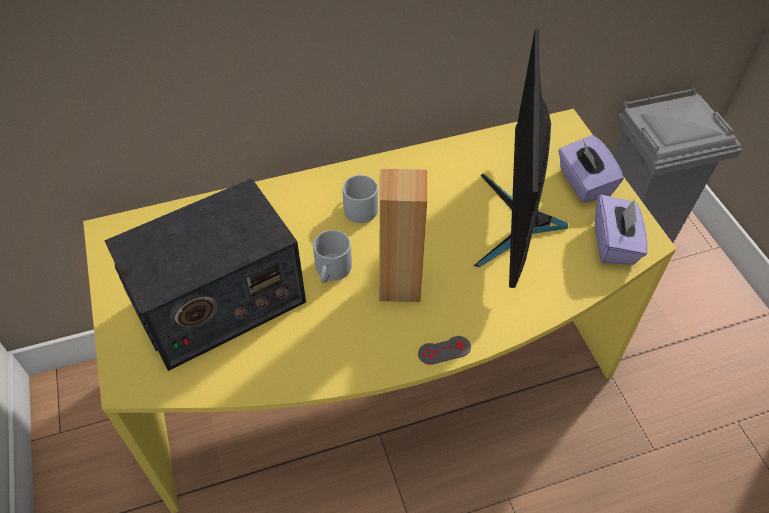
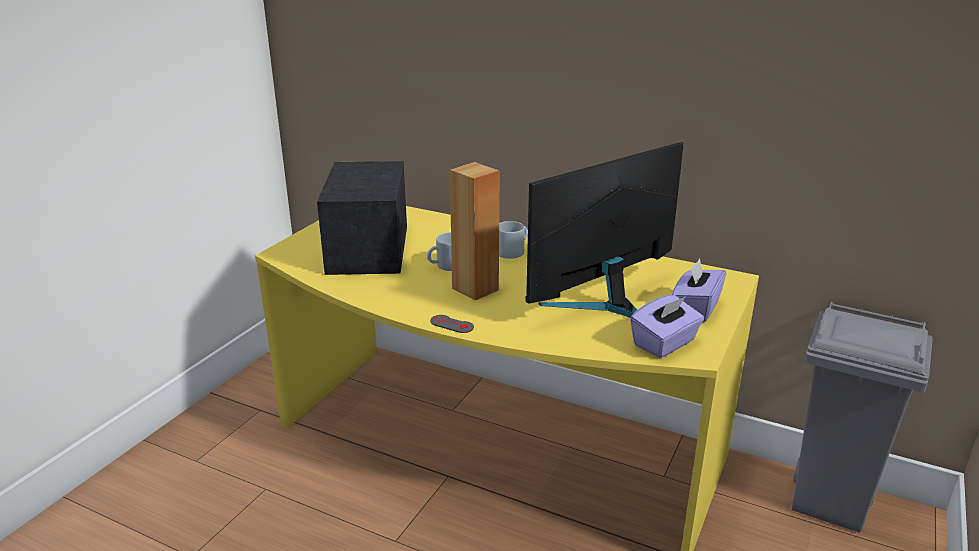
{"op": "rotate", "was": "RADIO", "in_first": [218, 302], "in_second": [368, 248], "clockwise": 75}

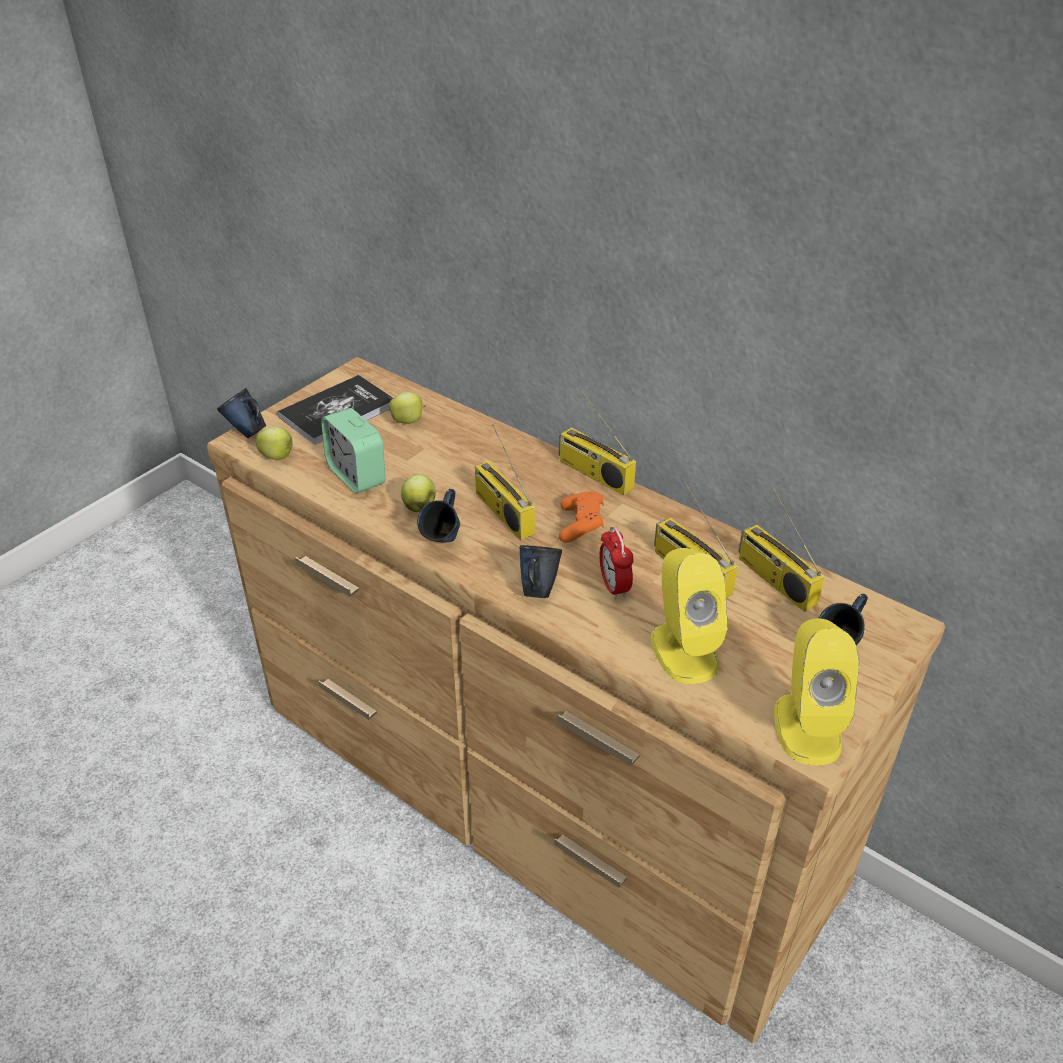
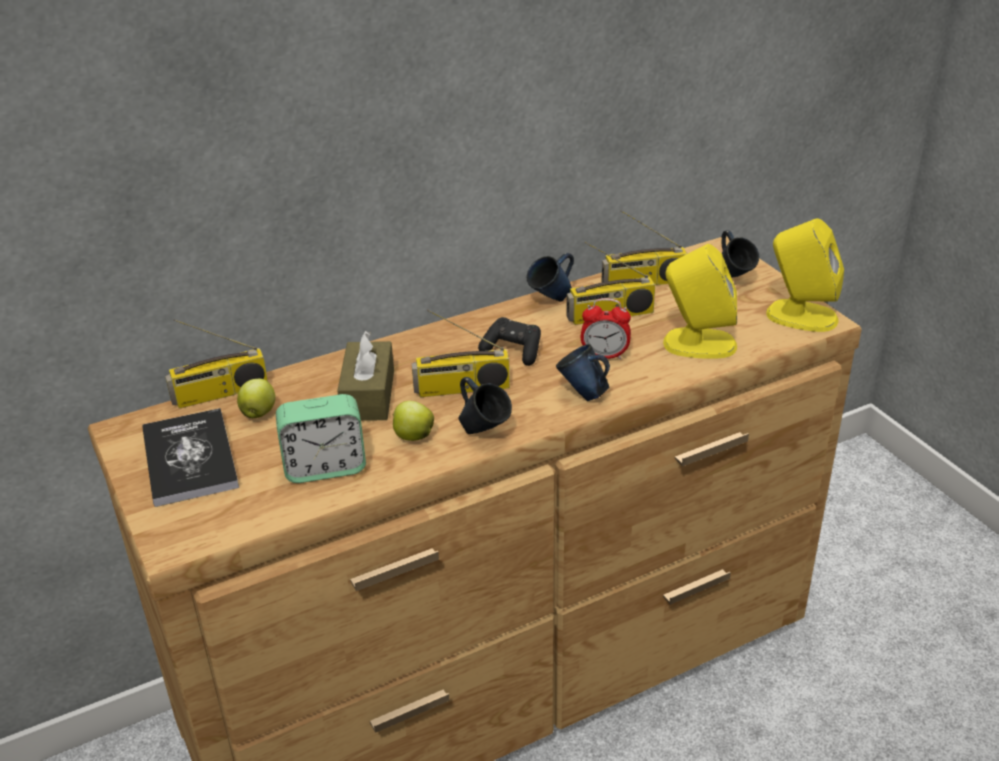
{"op": "move", "was": "BLUE MUG", "in_first": [246, 433], "in_second": [551, 301]}
{"op": "delete", "was": "APPLE", "in_first": [278, 457]}
{"op": "move", "was": "RADIO", "in_first": [593, 474], "in_second": [220, 394]}
{"op": "recolor", "was": "ORANGE GAME CONTROLLER", "now": "BLACK GAME CONTROLLER", "in_first": [581, 525], "in_second": [513, 351]}
{"op": "insert", "now": "BROWN TISSUE BOX", "in_second": [368, 395]}

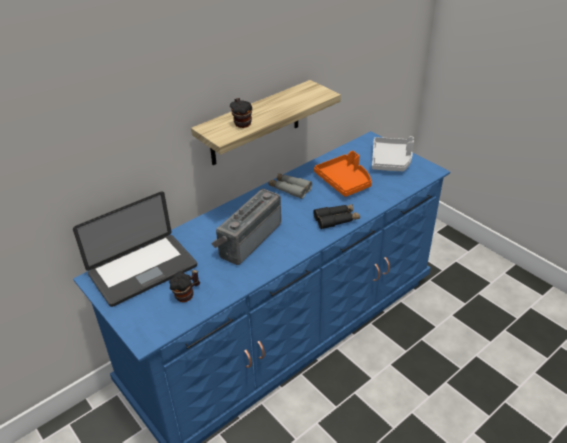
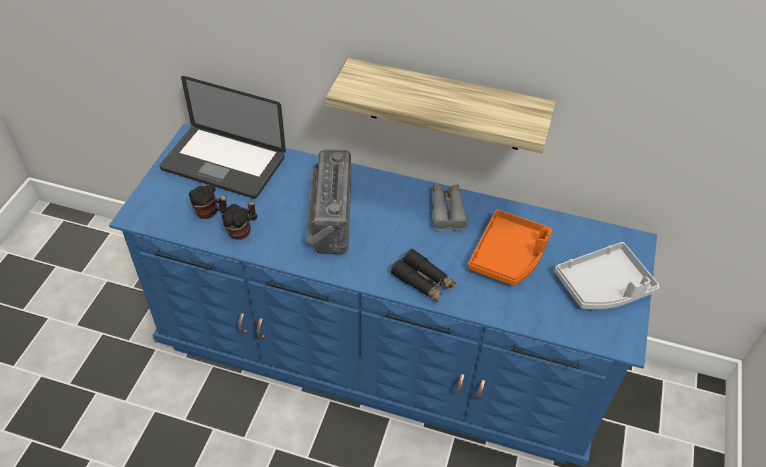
{"op": "rotate", "was": "RADIO", "in_first": [247, 239], "in_second": [328, 217], "clockwise": -90}
{"op": "move", "was": "MUG", "in_first": [242, 122], "in_second": [242, 230]}

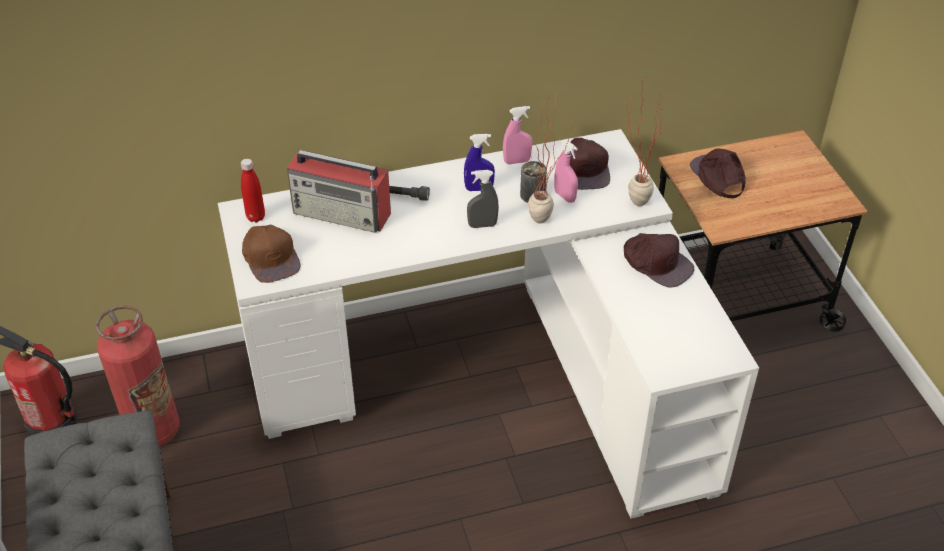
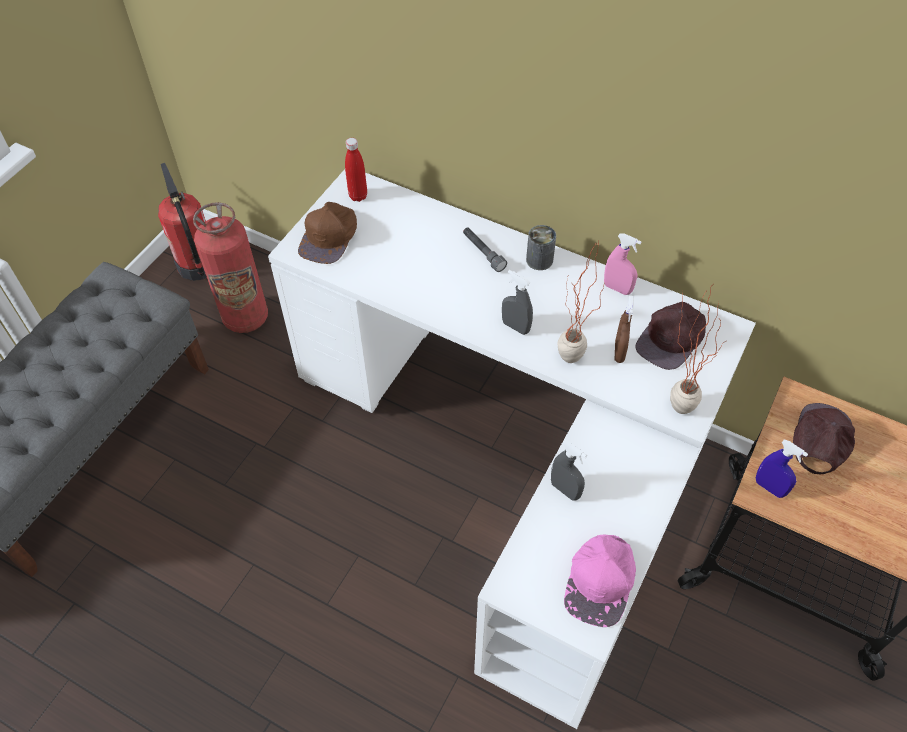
{"op": "delete", "was": "RADIO", "in_first": [342, 213]}
{"op": "move", "was": "BLUE SPRAY BOTTLE", "in_first": [479, 189], "in_second": [769, 488]}
{"op": "move", "was": "CAN", "in_first": [532, 195], "in_second": [539, 260]}
{"op": "recolor", "was": "PINK SPRAY BOTTLE", "now": "BROWN SPRAY BOTTLE", "in_first": [565, 196], "in_second": [619, 352]}
{"op": "delete", "was": "BROWN CAP", "in_first": [657, 262]}
{"op": "insert", "now": "GREY SPRAY BOTTLE", "in_second": [565, 490]}
{"op": "insert", "now": "PINK CAP", "in_second": [601, 581]}

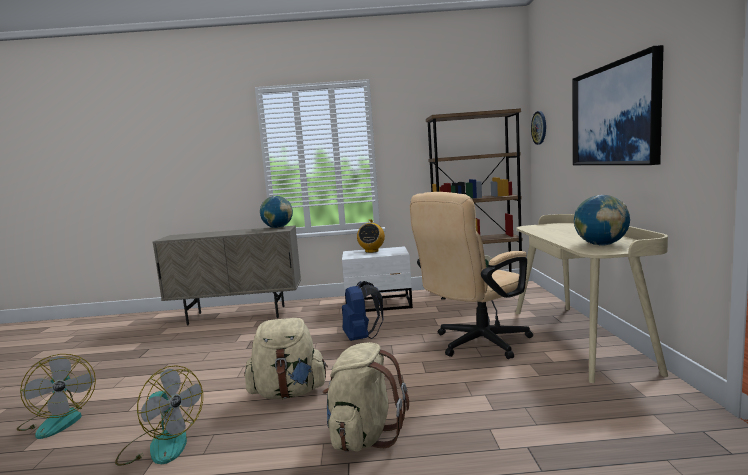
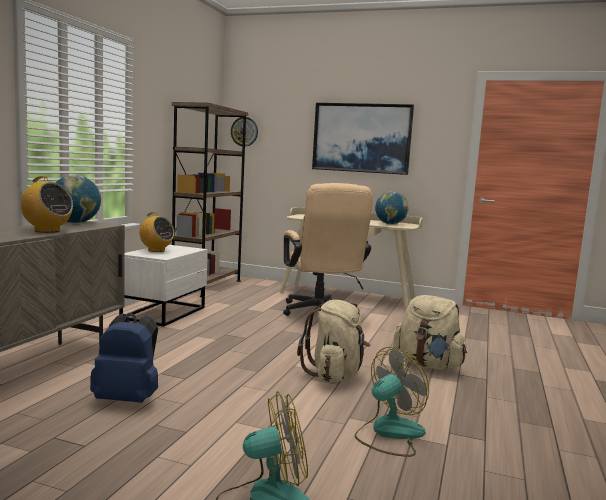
{"op": "move", "was": "BLUE BACKPACK", "in_first": [361, 338], "in_second": [128, 399]}
{"op": "insert", "now": "RADIO", "in_second": [47, 231]}

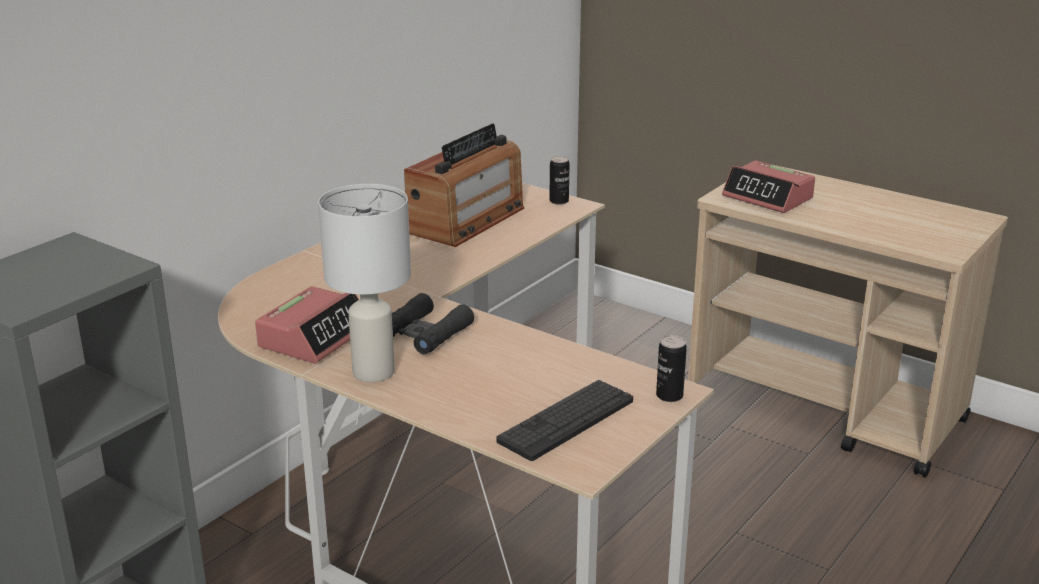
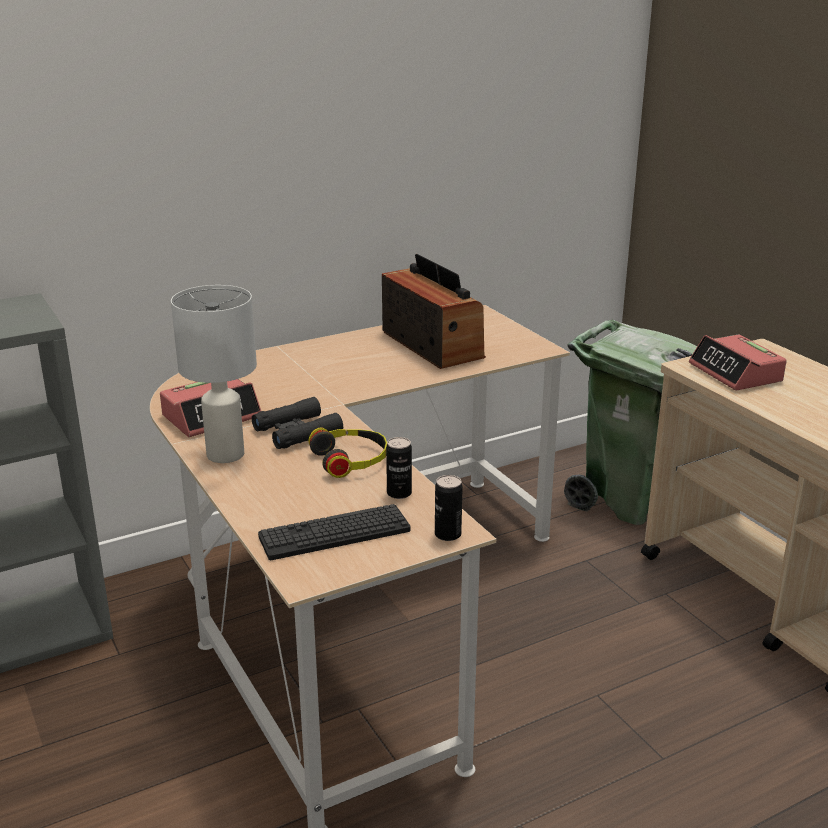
{"op": "rotate", "was": "RADIO", "in_first": [467, 220], "in_second": [432, 345], "clockwise": -90}
{"op": "move", "was": "CAN", "in_first": [559, 201], "in_second": [399, 493]}
{"op": "insert", "now": "HEADPHONES", "in_second": [351, 459]}
{"op": "insert", "now": "GREEN TRASH CAN", "in_second": [626, 501]}

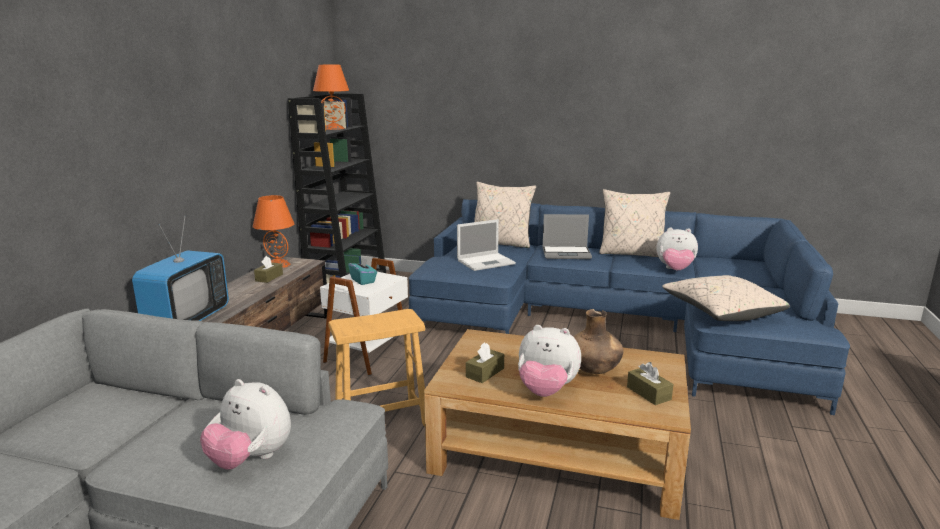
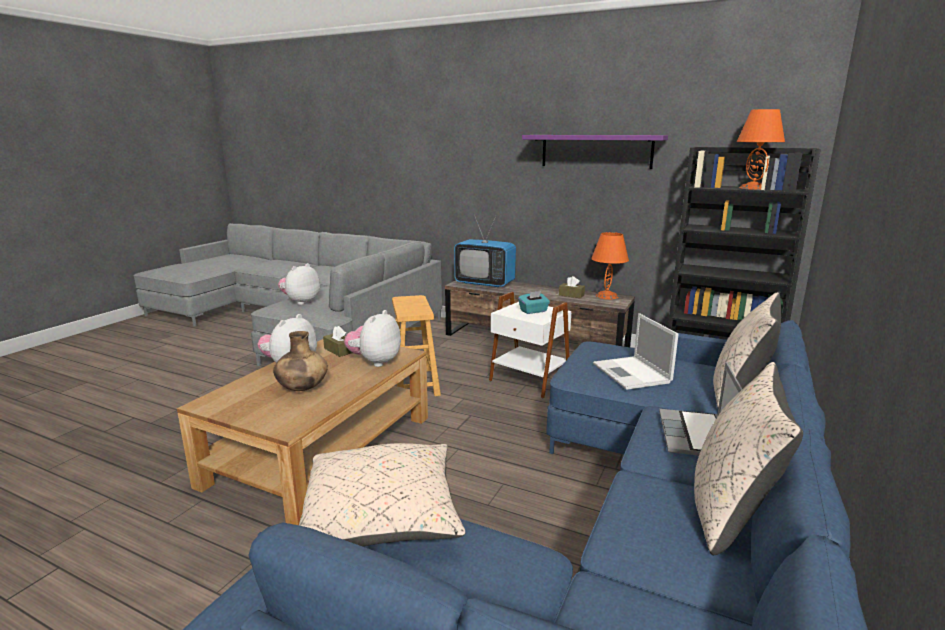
{"op": "delete", "was": "BROWN TISSUE BOX", "in_first": [648, 393]}
{"op": "move", "was": "PLUSH TOY", "in_first": [675, 270], "in_second": [375, 362]}
{"op": "insert", "now": "PURPLE SHELF", "in_second": [596, 151]}

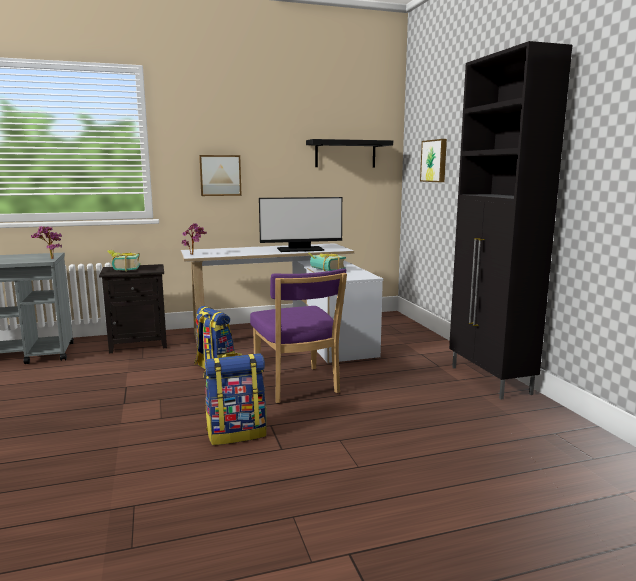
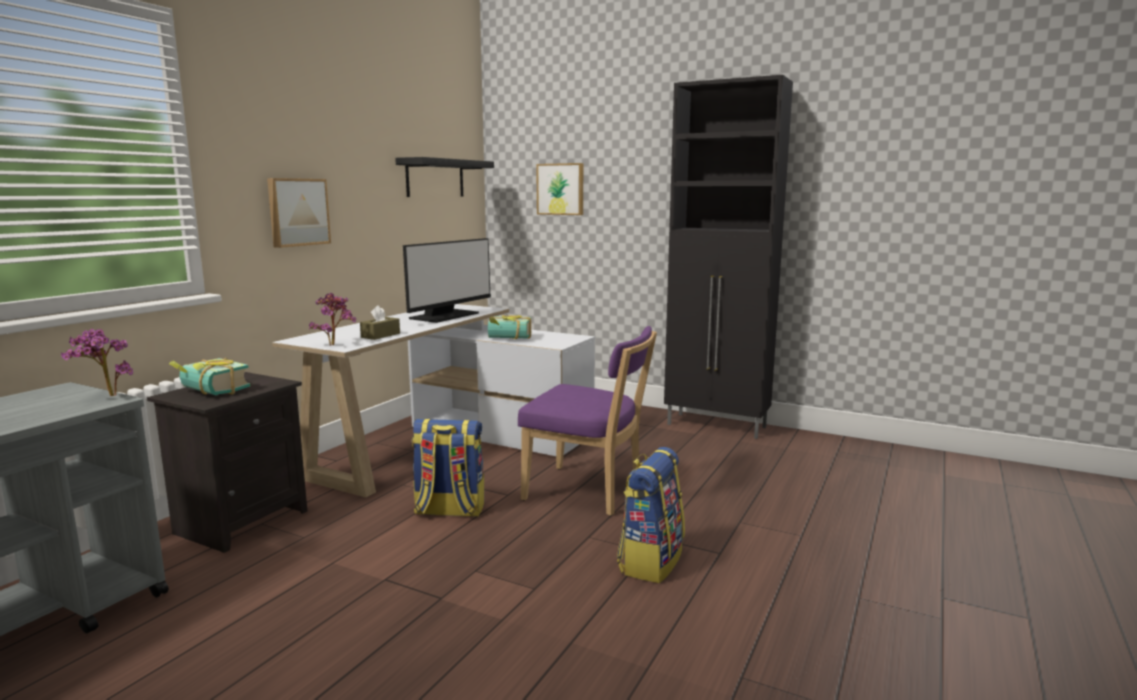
{"op": "insert", "now": "BROWN TISSUE BOX", "in_second": [380, 335]}

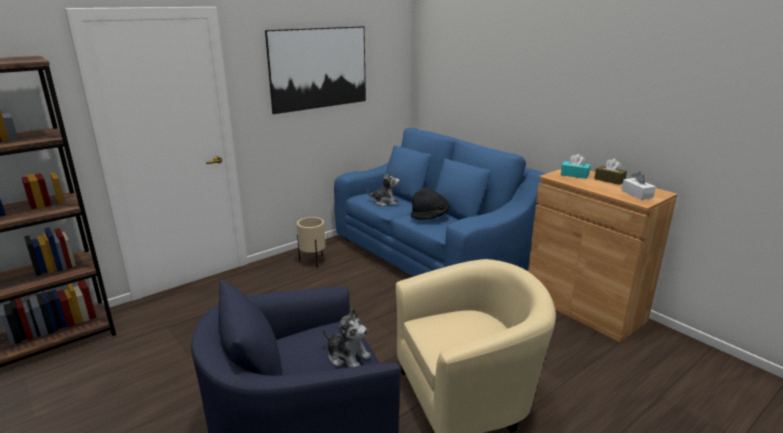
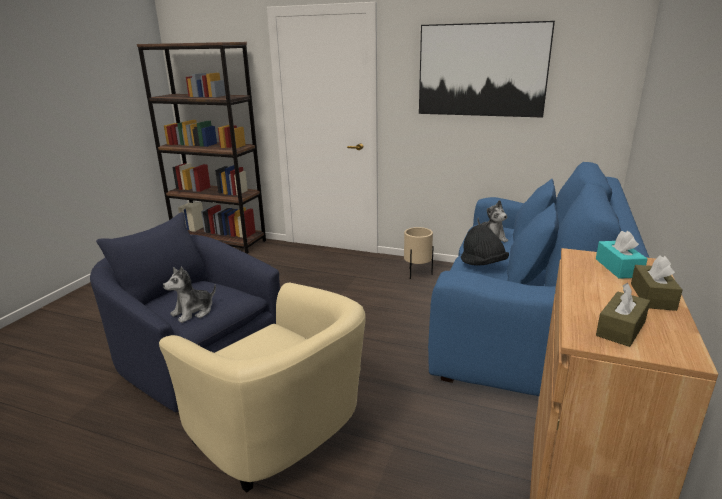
{"op": "rotate", "was": "PLUSH TOY", "in_first": [347, 356], "in_second": [193, 312], "clockwise": 45}
{"op": "recolor", "was": "WHITE TISSUE BOX", "now": "BROWN TISSUE BOX", "in_first": [637, 194], "in_second": [620, 328]}

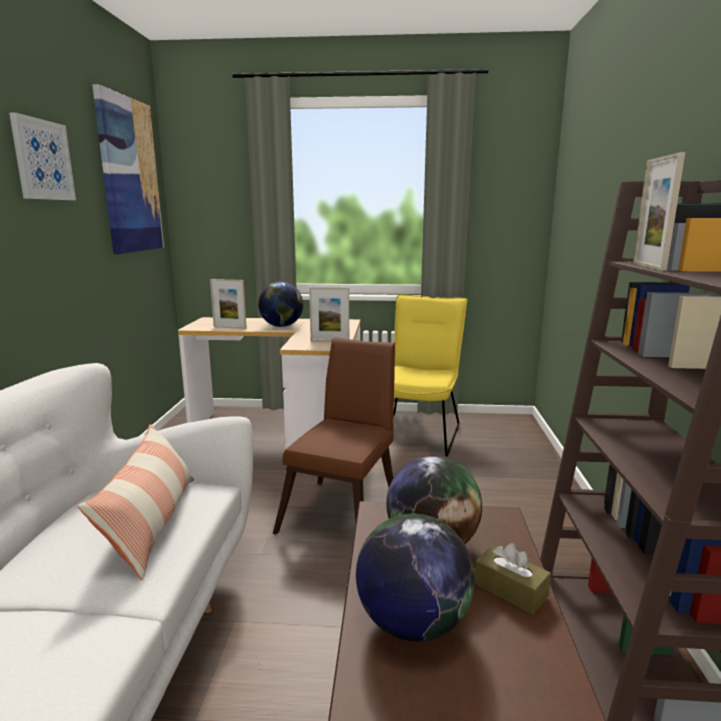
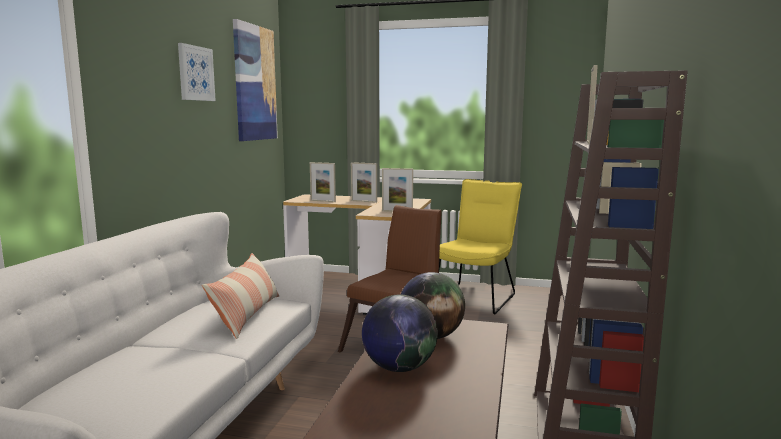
{"op": "replace", "was": "GLOBE", "now": "PICTURE FRAME", "in_first": [281, 326], "in_second": [364, 201]}
{"op": "delete", "was": "BROWN TISSUE BOX", "in_first": [510, 590]}

